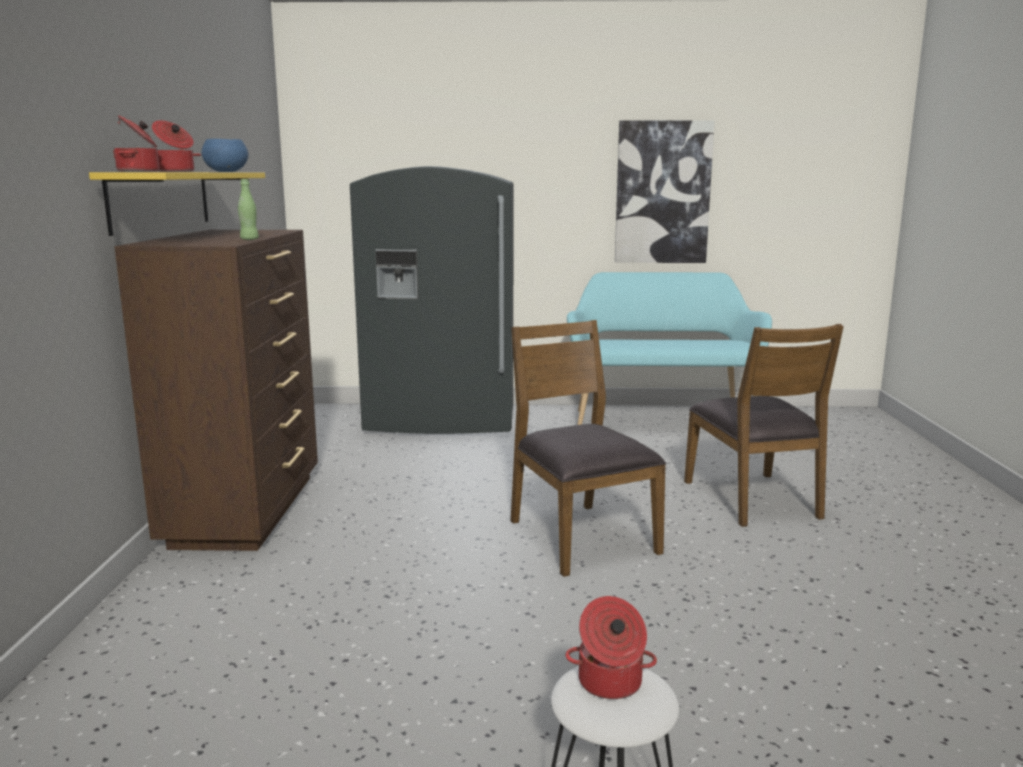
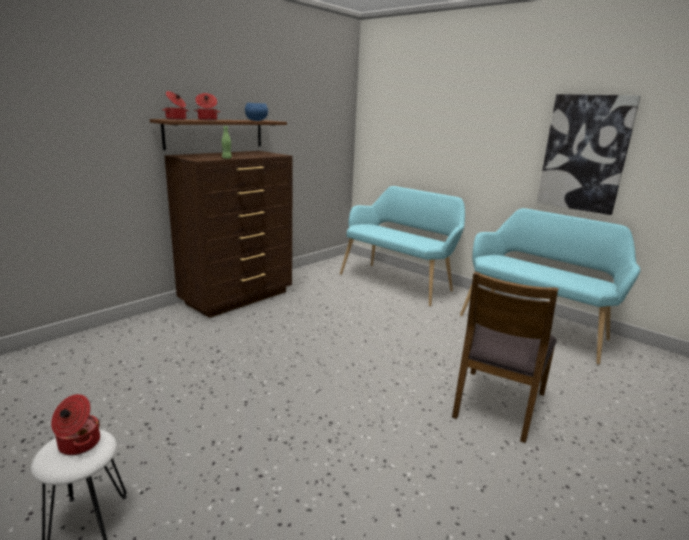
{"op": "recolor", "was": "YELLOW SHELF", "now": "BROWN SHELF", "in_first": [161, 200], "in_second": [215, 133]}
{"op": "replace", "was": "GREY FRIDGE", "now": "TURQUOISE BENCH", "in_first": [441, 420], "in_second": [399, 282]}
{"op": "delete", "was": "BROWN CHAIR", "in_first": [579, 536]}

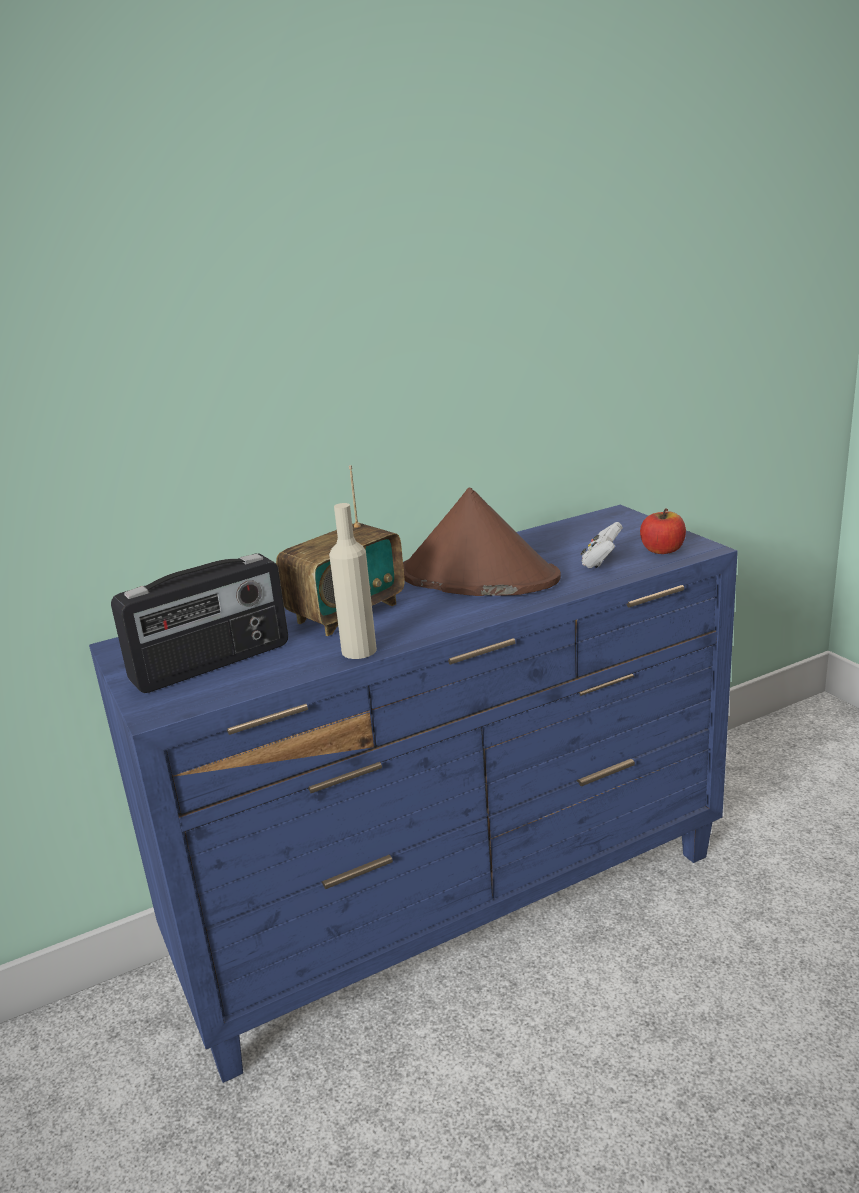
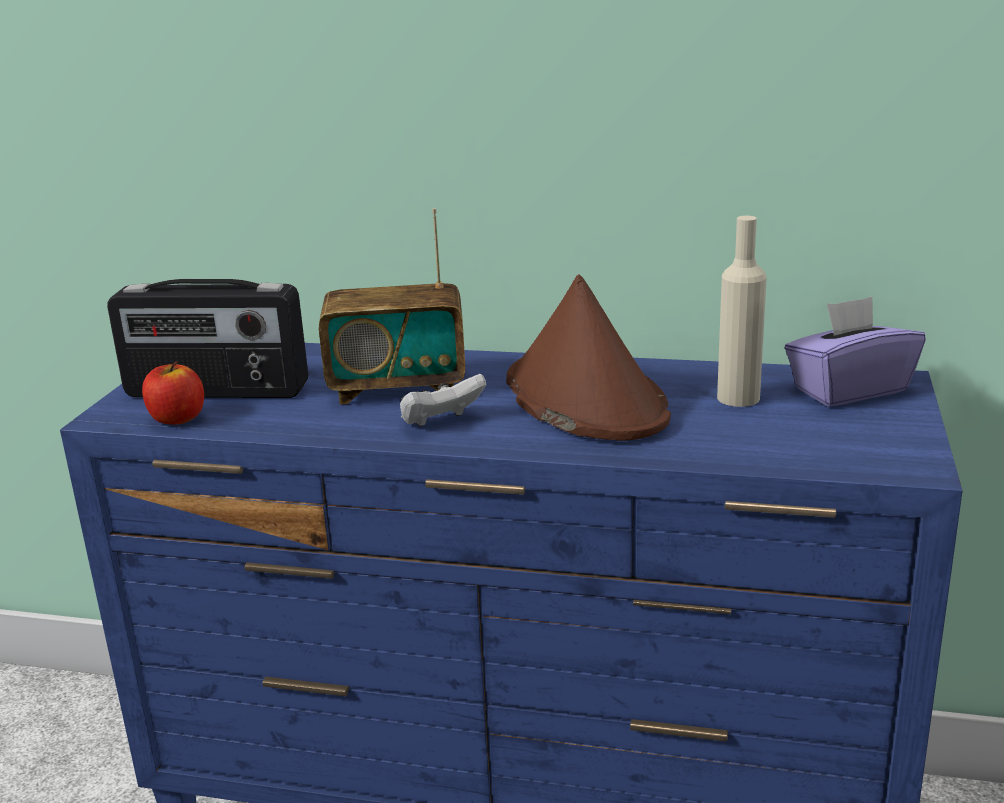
{"op": "move", "was": "BEIGE BOTTLE", "in_first": [359, 650], "in_second": [738, 398]}
{"op": "move", "was": "WHITE GAME CONTROLLER", "in_first": [601, 562], "in_second": [441, 422]}
{"op": "move", "was": "APPLE", "in_first": [662, 550], "in_second": [177, 418]}
{"op": "insert", "now": "PURPLE TISSUE BOX", "in_second": [849, 390]}

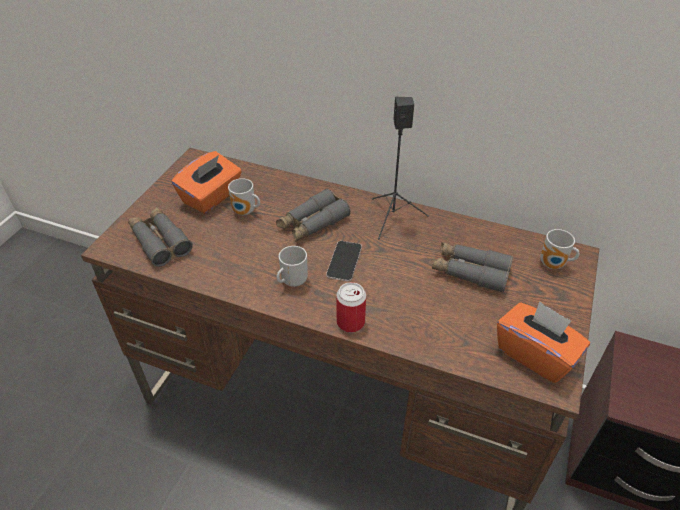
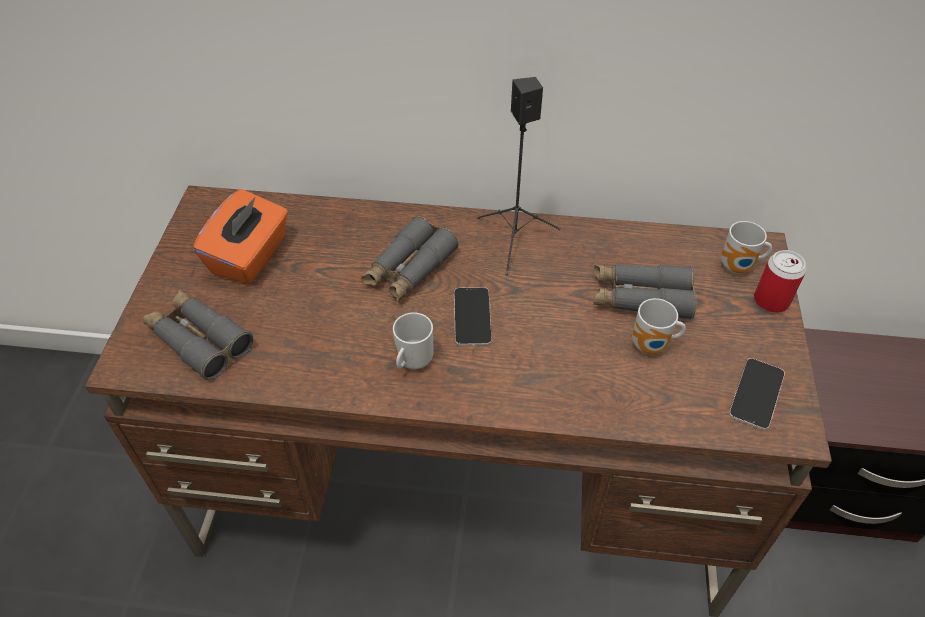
{"op": "move", "was": "MUG", "in_first": [245, 212], "in_second": [651, 347]}
{"op": "move", "was": "CAN", "in_first": [350, 322], "in_second": [771, 301]}
{"op": "replace", "was": "ORANGE TISSUE BOX", "now": "PHONE", "in_first": [535, 354], "in_second": [756, 394]}

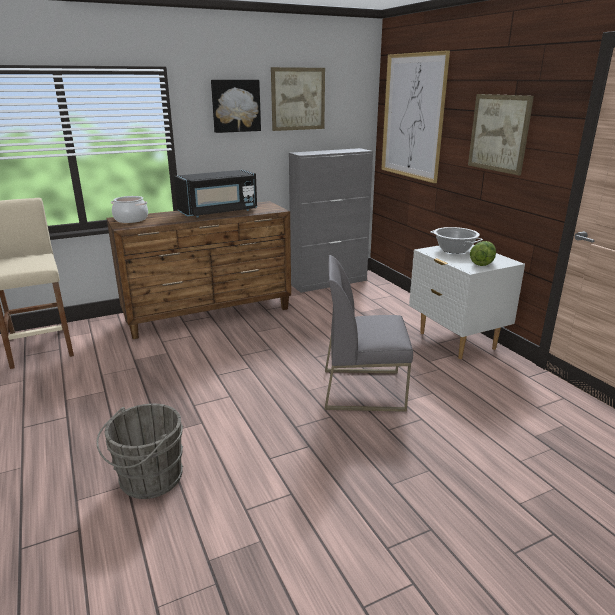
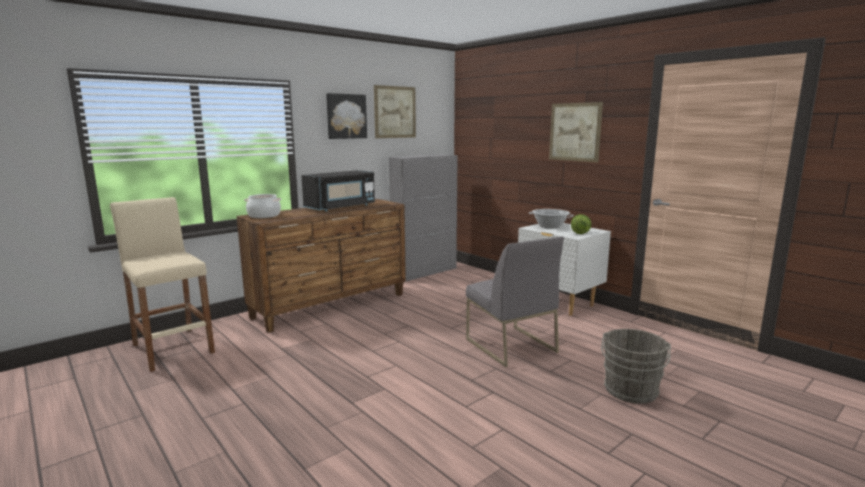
{"op": "move", "was": "GREY BUCKET", "in_first": [147, 480], "in_second": [630, 392]}
{"op": "rotate", "was": "GREY CHAIR", "in_first": [364, 389], "in_second": [509, 345], "clockwise": -105}
{"op": "delete", "was": "PICTURE", "in_first": [413, 117]}

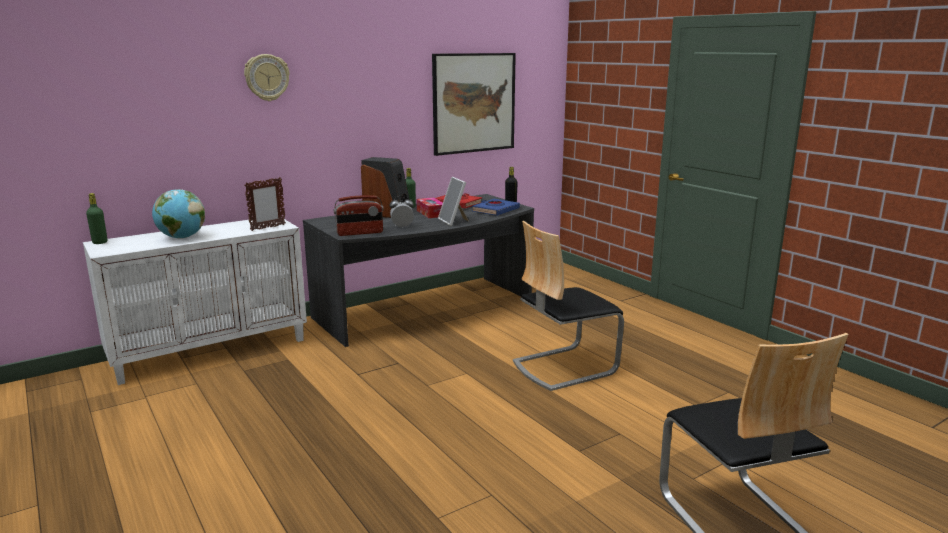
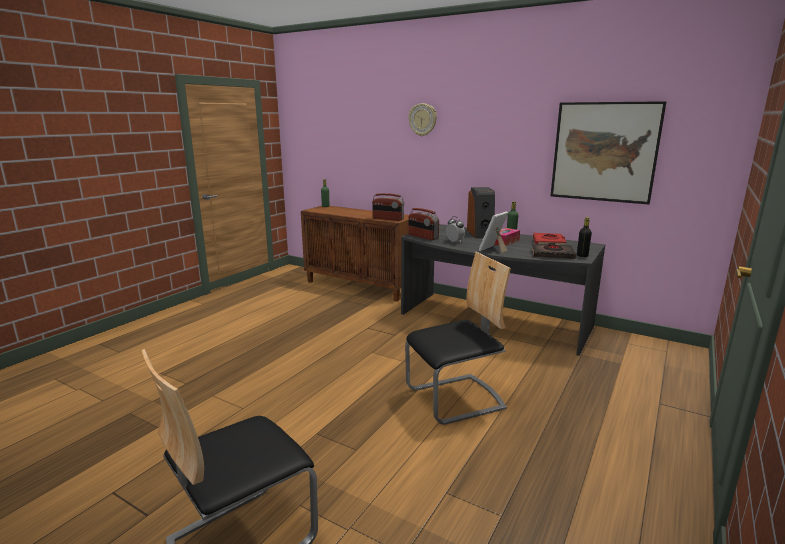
{"op": "recolor", "was": "WHITE CABINET", "now": "BROWN CABINET", "in_first": [211, 351], "in_second": [360, 286]}
{"op": "delete", "was": "GLOBE", "in_first": [182, 238]}
{"op": "replace", "was": "PICTURE FRAME", "now": "RADIO", "in_first": [267, 228], "in_second": [388, 219]}
{"op": "recolor", "was": "BLUE BOOK", "now": "BLACK BOOK", "in_first": [495, 210], "in_second": [552, 254]}
{"op": "rotate", "was": "CHAIR", "in_first": [563, 367], "in_second": [455, 399], "clockwise": 120}

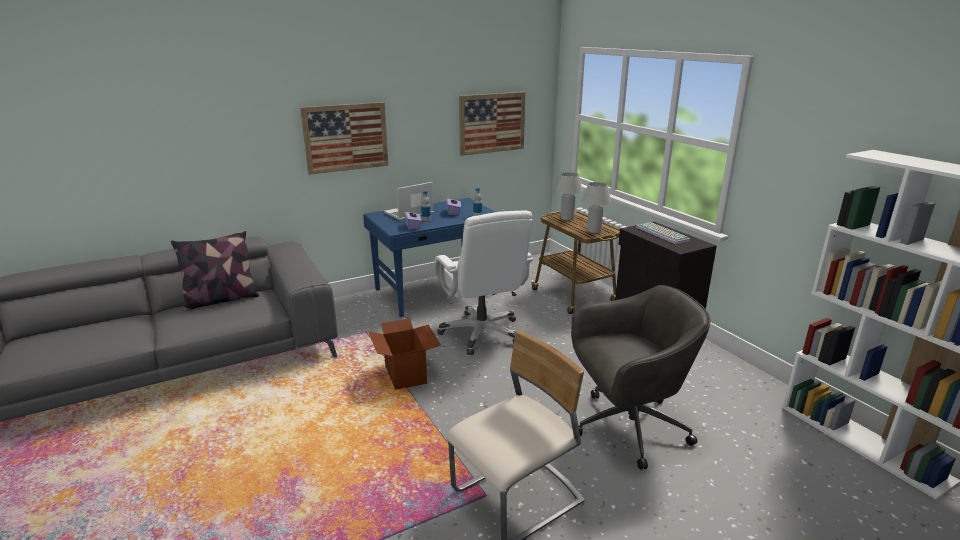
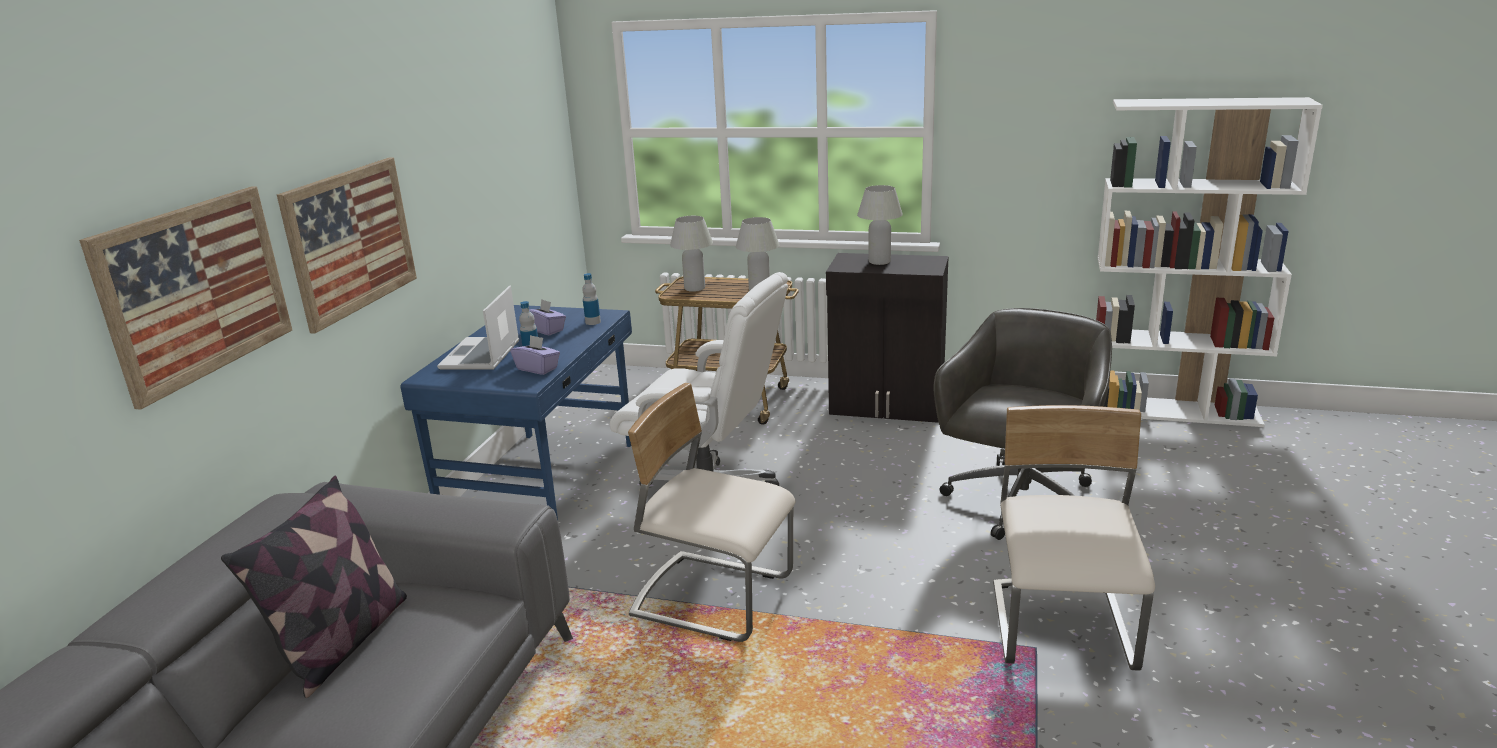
{"op": "replace", "was": "CARDBOARD BOX", "now": "BEIGE CHAIR", "in_first": [406, 374], "in_second": [713, 597]}
{"op": "move", "was": "PICTURE", "in_first": [492, 123], "in_second": [196, 290]}
{"op": "replace", "was": "KEYBOARD", "now": "WHITE TABLE LAMP", "in_first": [663, 234], "in_second": [879, 262]}

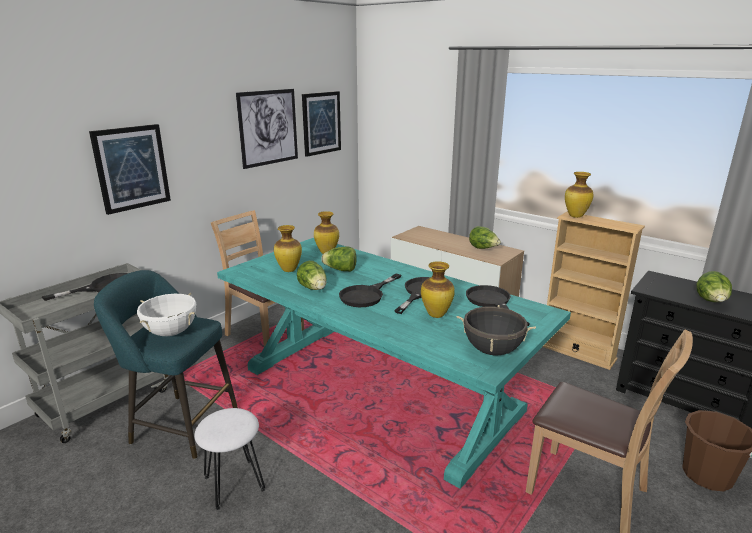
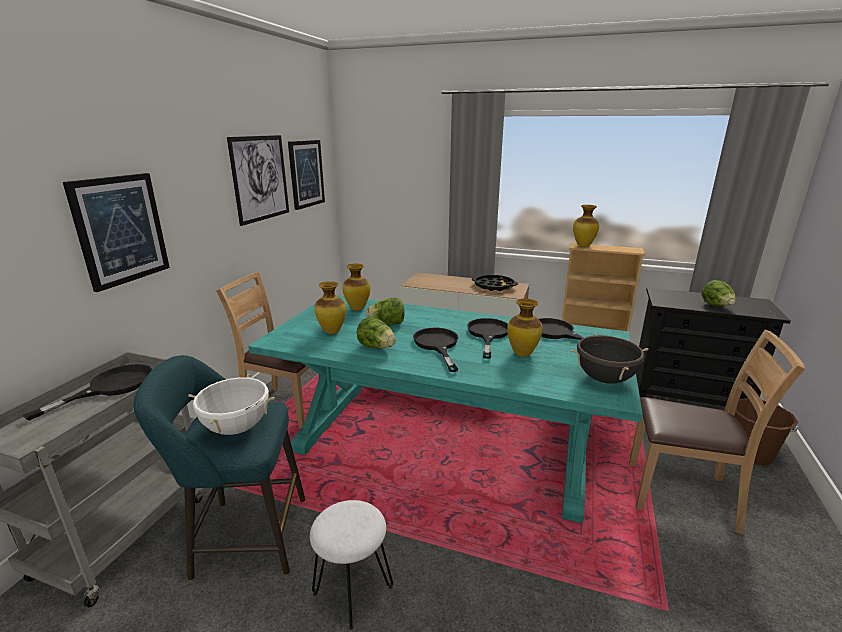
{"op": "rotate", "was": "BLACK FRYING PAN", "in_first": [366, 295], "in_second": [437, 345], "clockwise": 150}
{"op": "replace", "was": "LETTUCE", "now": "BLACK TRAY", "in_first": [483, 248], "in_second": [494, 286]}

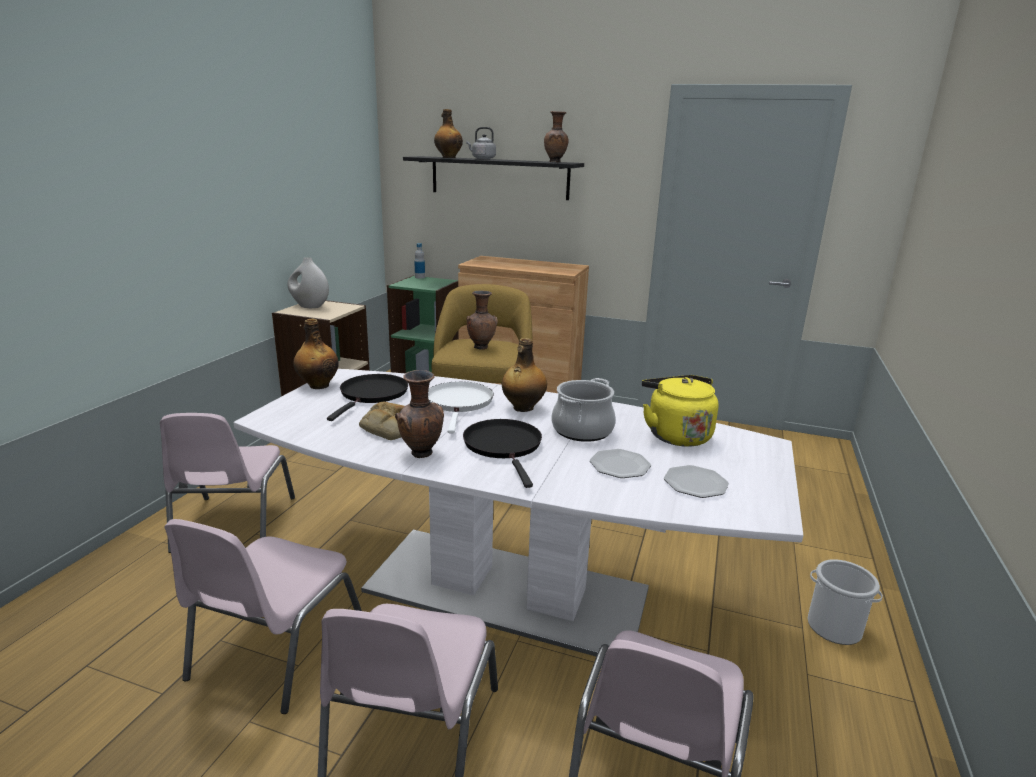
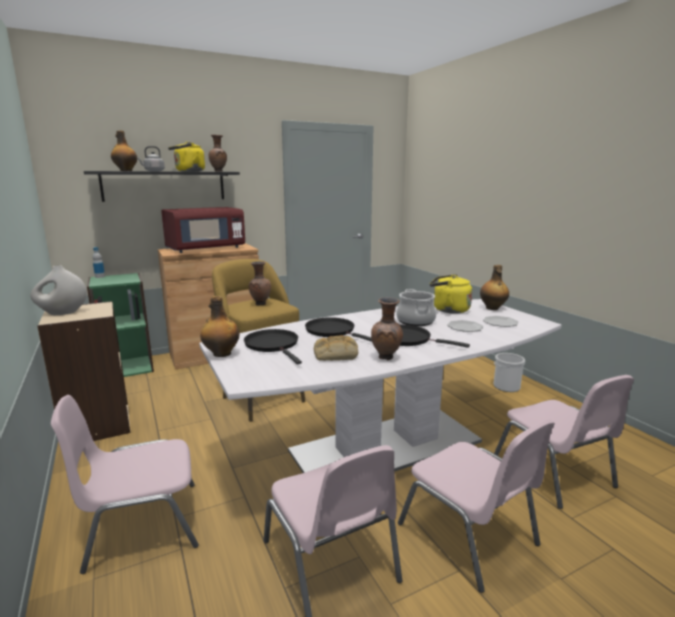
{"op": "rotate", "was": "PINK CHAIR", "in_first": [233, 525], "in_second": [142, 525], "clockwise": 120}
{"op": "recolor", "was": "WHITE FRYING PAN", "now": "BLACK FRYING PAN", "in_first": [459, 403], "in_second": [333, 331]}
{"op": "move", "was": "BOTTLE", "in_first": [522, 408], "in_second": [492, 308]}
{"op": "insert", "now": "RED MICROWAVE", "in_second": [205, 249]}
{"op": "insert", "now": "YELLOW KETTLE", "in_second": [188, 171]}

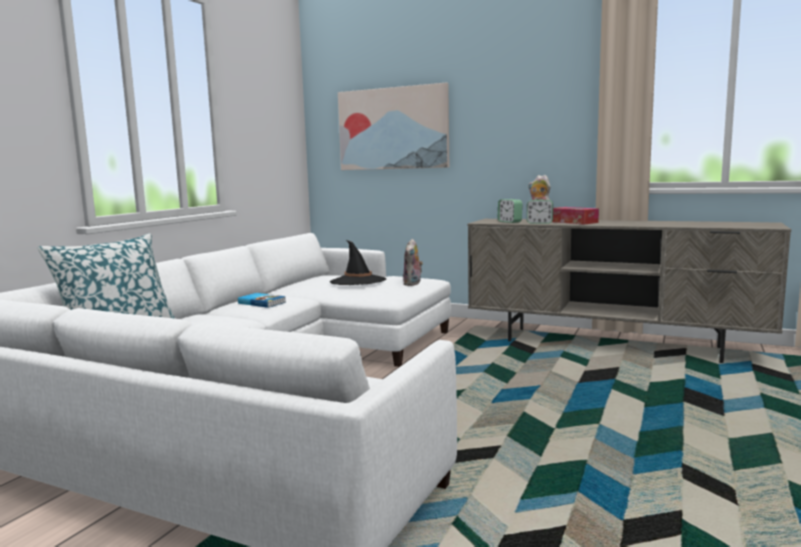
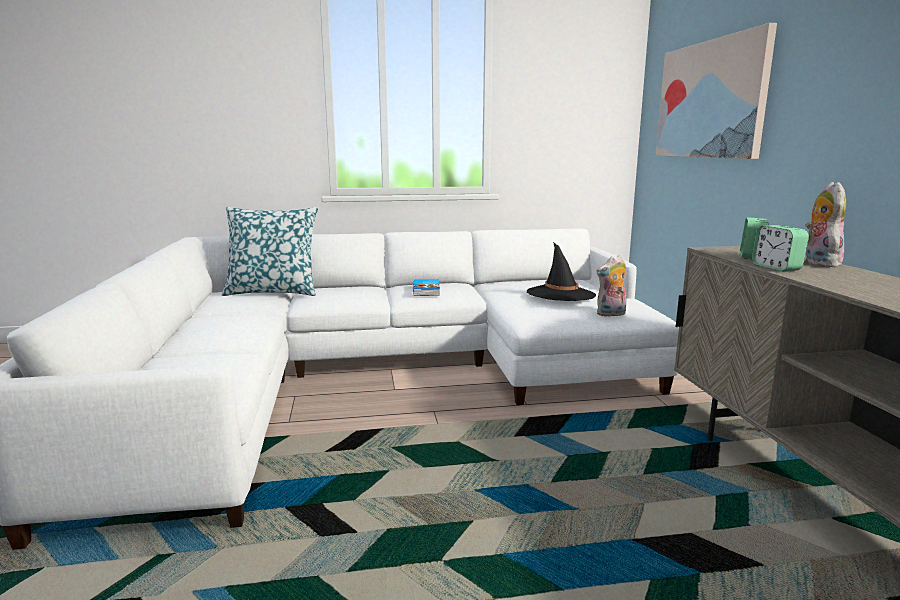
{"op": "delete", "was": "TISSUE BOX", "in_first": [574, 222]}

